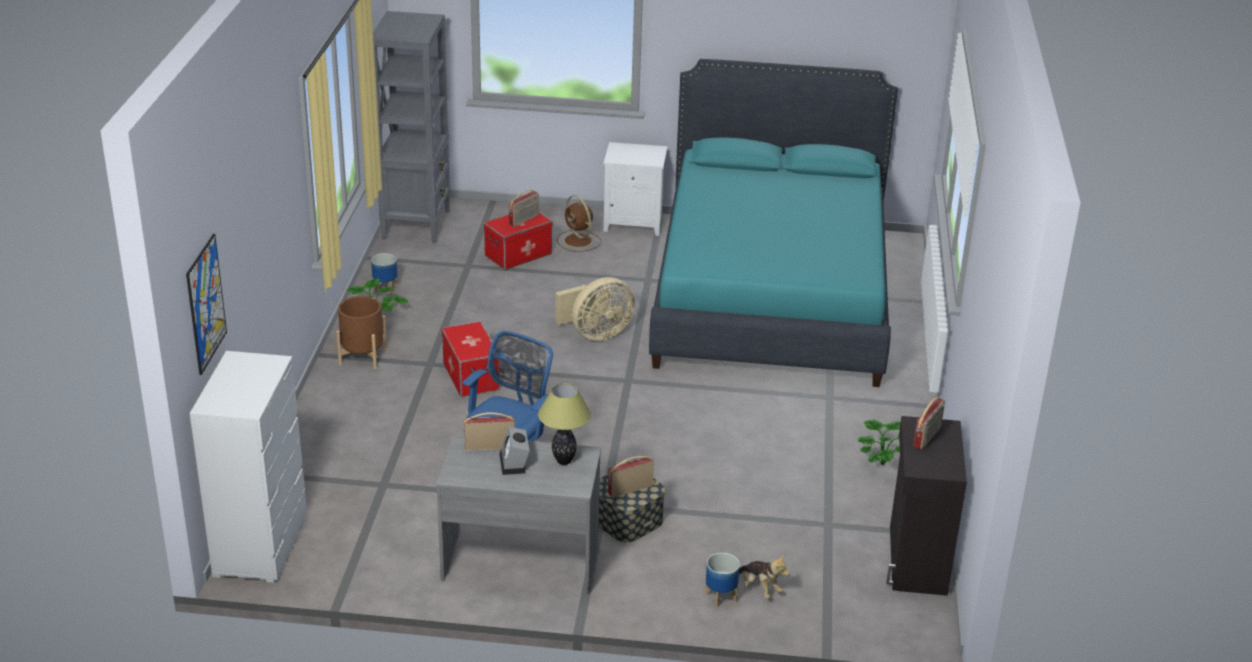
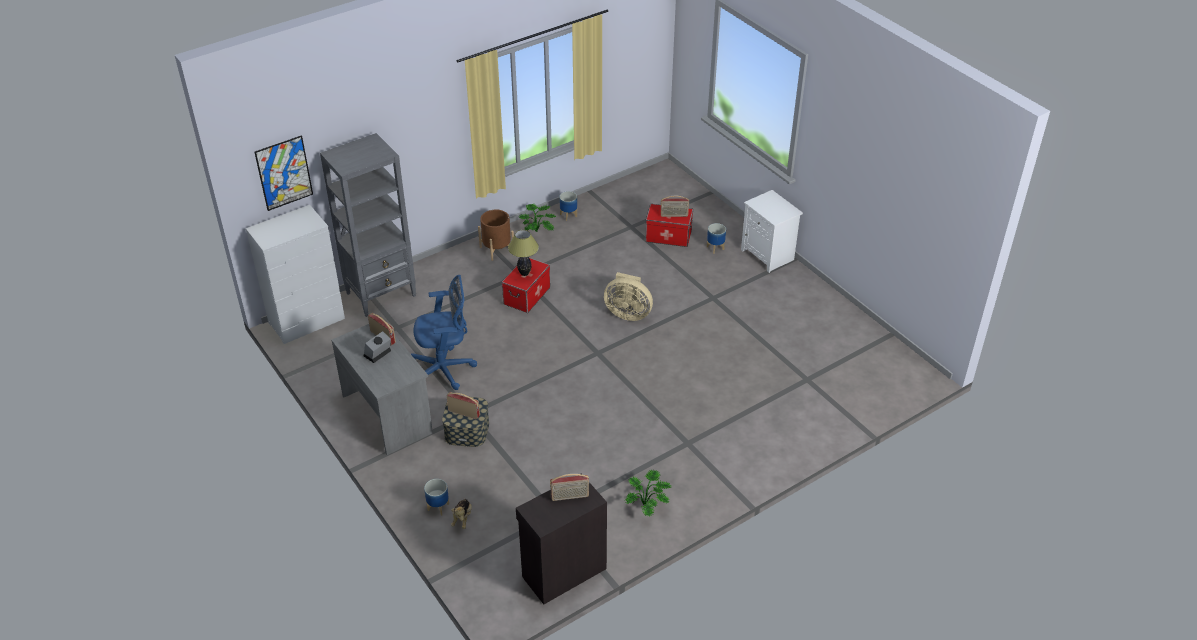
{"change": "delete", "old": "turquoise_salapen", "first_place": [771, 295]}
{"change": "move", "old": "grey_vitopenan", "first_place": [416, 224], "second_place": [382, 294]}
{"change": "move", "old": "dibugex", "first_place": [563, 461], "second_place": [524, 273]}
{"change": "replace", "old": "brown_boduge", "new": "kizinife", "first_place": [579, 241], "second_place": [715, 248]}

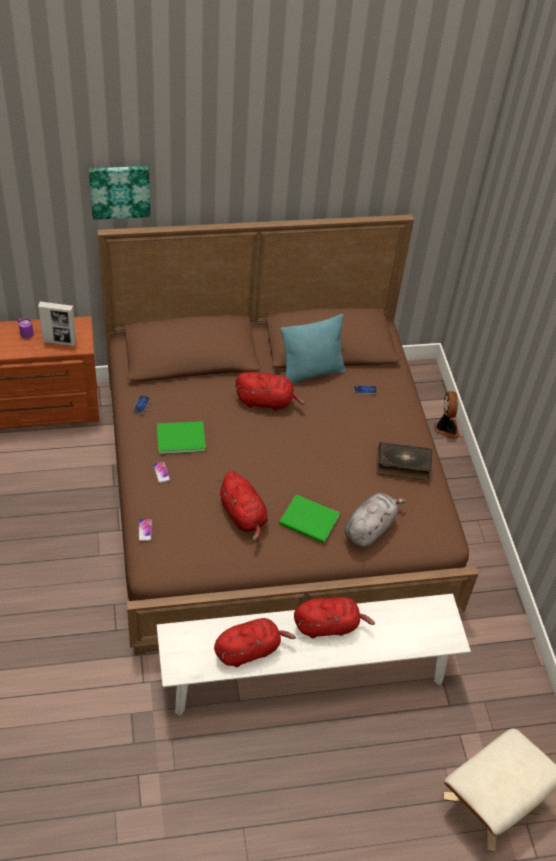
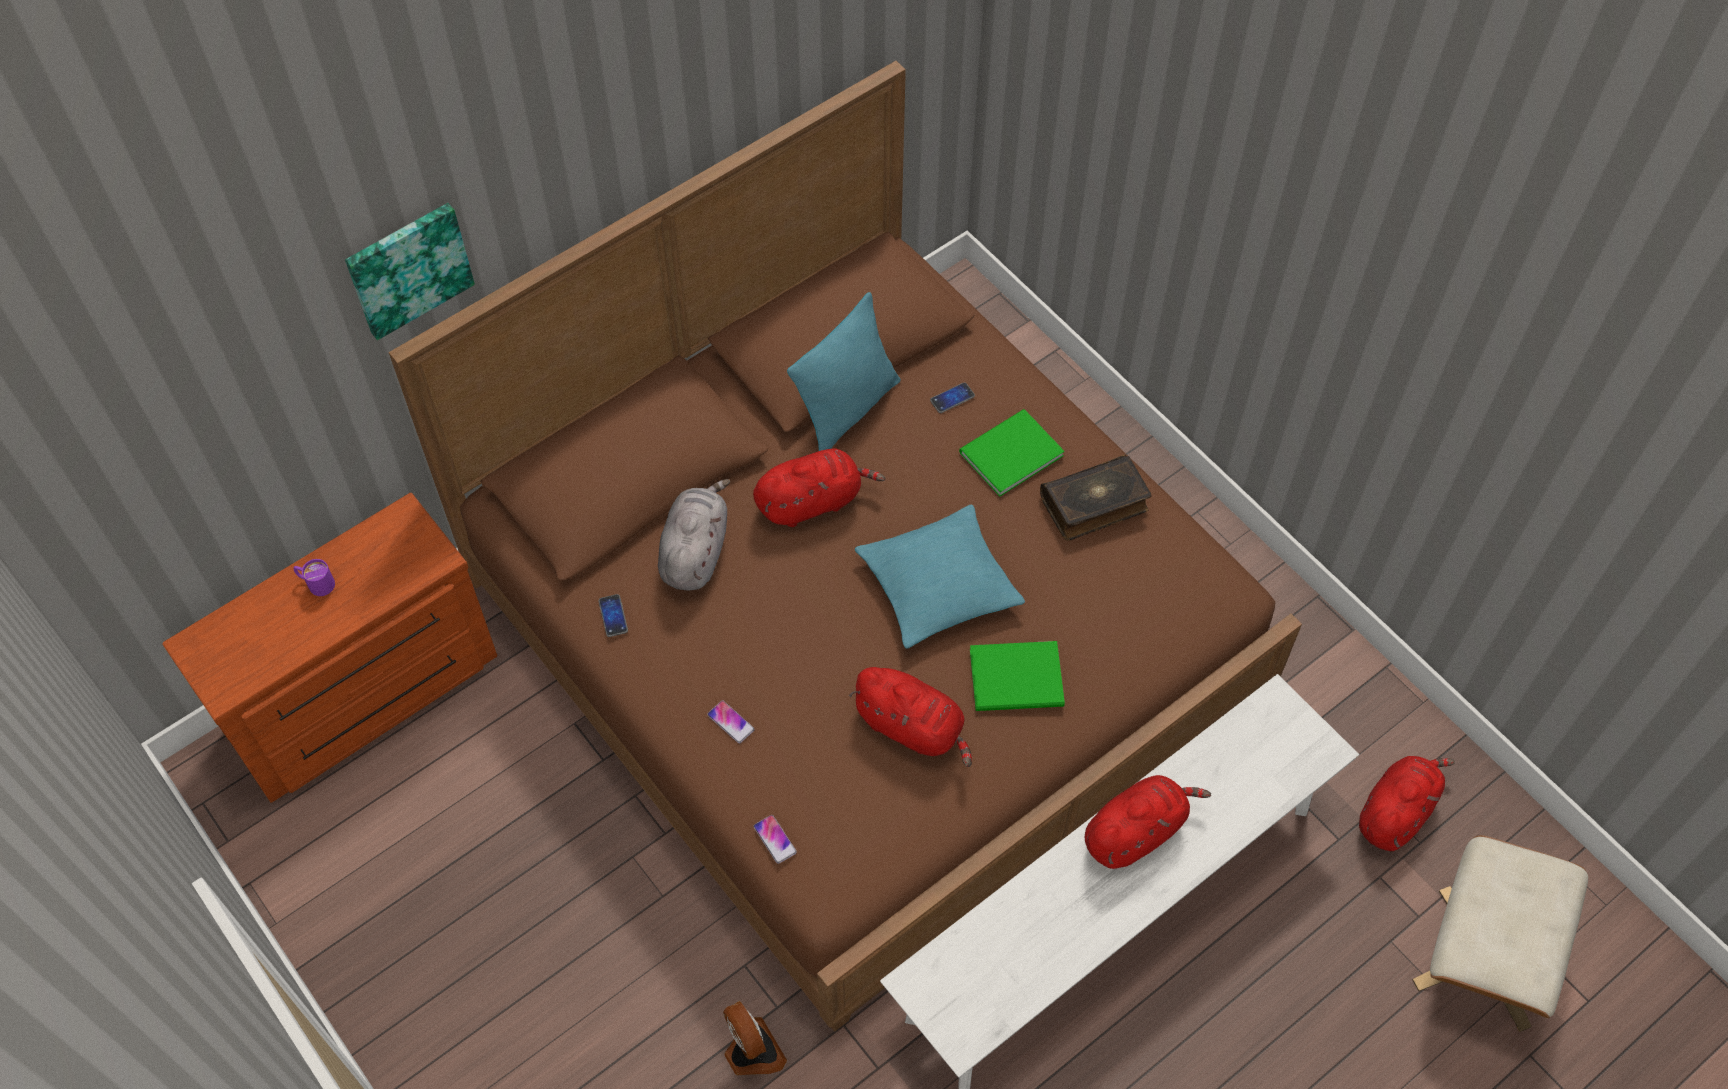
{"change": "delete", "old": "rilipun", "first_place": [59, 342]}
{"change": "insert", "new": "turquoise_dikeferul", "second_place": [938, 585]}
{"change": "move", "old": "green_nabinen", "first_place": [179, 437], "second_place": [1007, 454]}
{"change": "move", "old": "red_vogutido", "first_place": [249, 650], "second_place": [1396, 811]}
{"change": "move", "old": "grey_vogutido", "first_place": [370, 528], "second_place": [695, 551]}
{"change": "move", "old": "boduge", "first_place": [445, 428], "second_place": [752, 1052]}

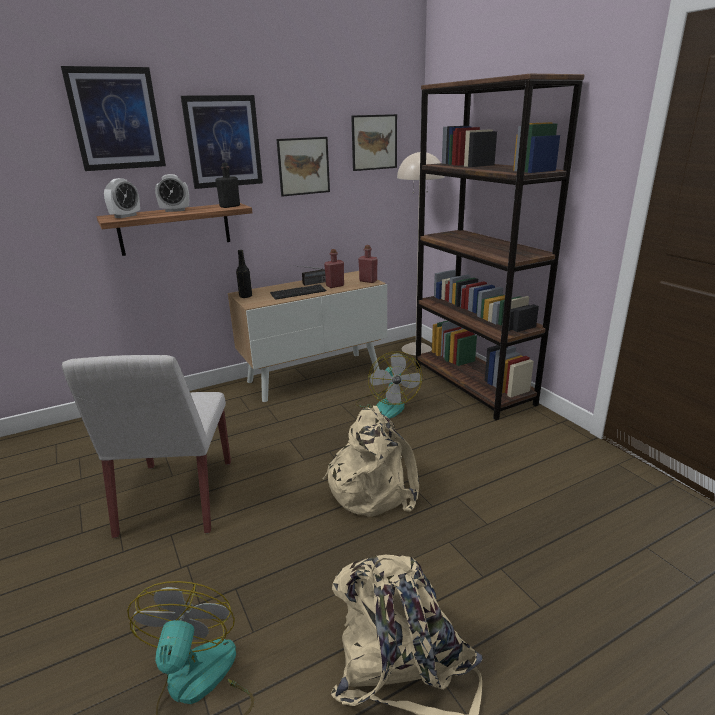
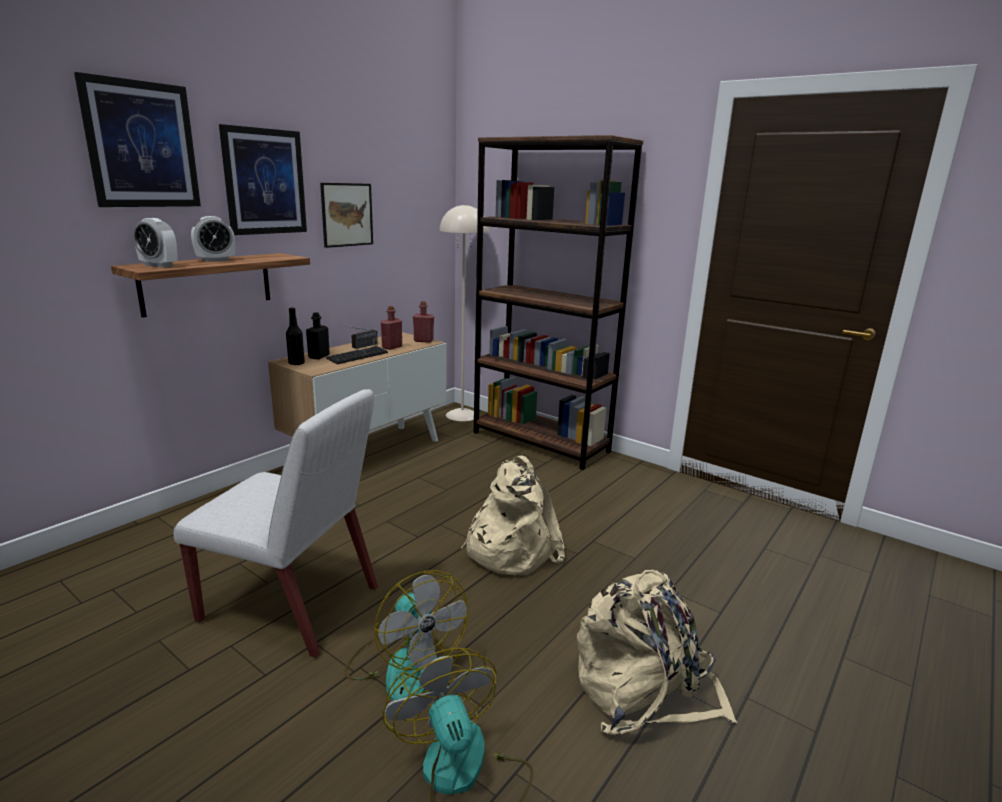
{"change": "delete", "old": "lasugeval", "first_place": [374, 142]}
{"change": "move", "old": "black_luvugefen", "first_place": [230, 206], "second_place": [319, 356]}
{"change": "move", "old": "boduge", "first_place": [386, 405], "second_place": [404, 664]}
{"change": "rotate", "old": "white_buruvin", "first_place": [176, 498], "second_place": [292, 605], "degrees": -45}
{"change": "rotate", "old": "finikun", "first_place": [125, 216], "second_place": [159, 265], "degrees": 105}

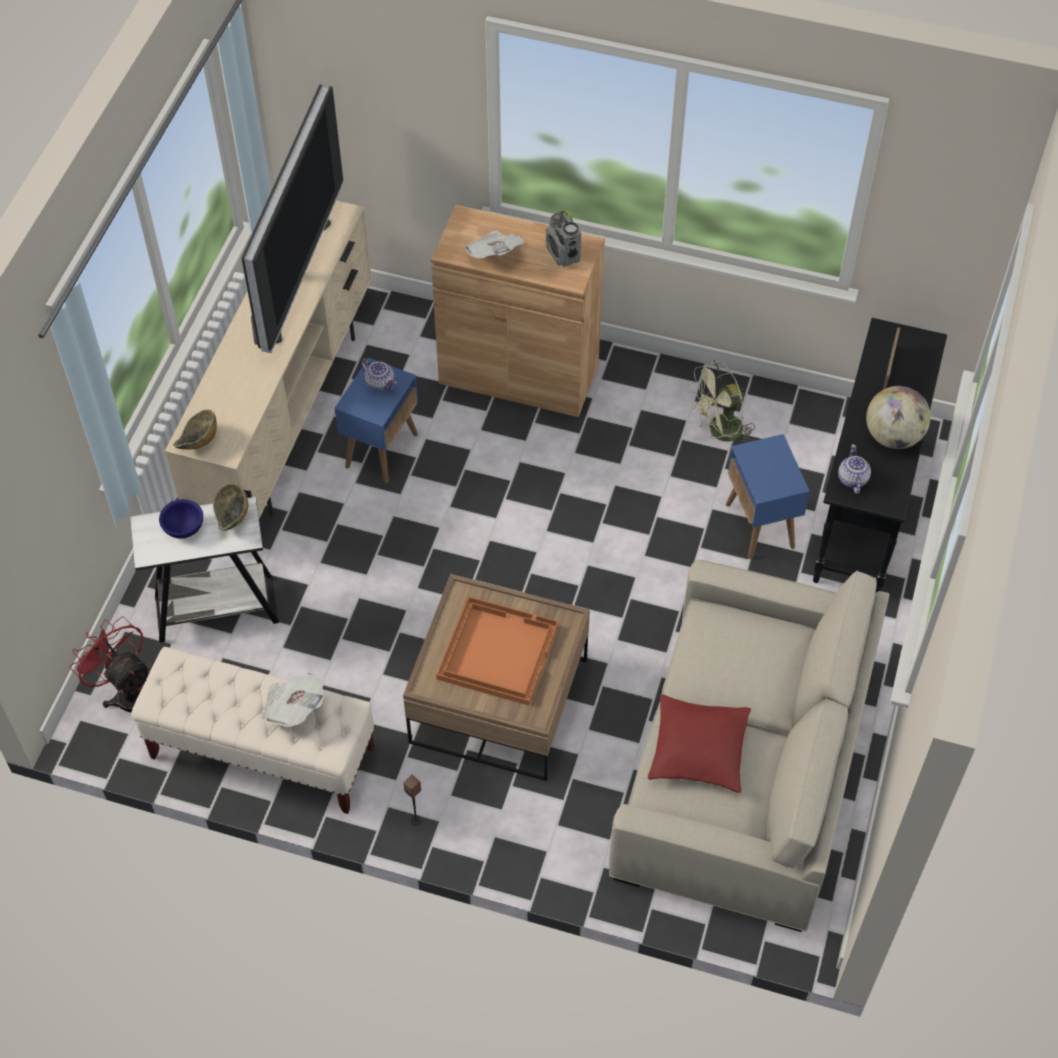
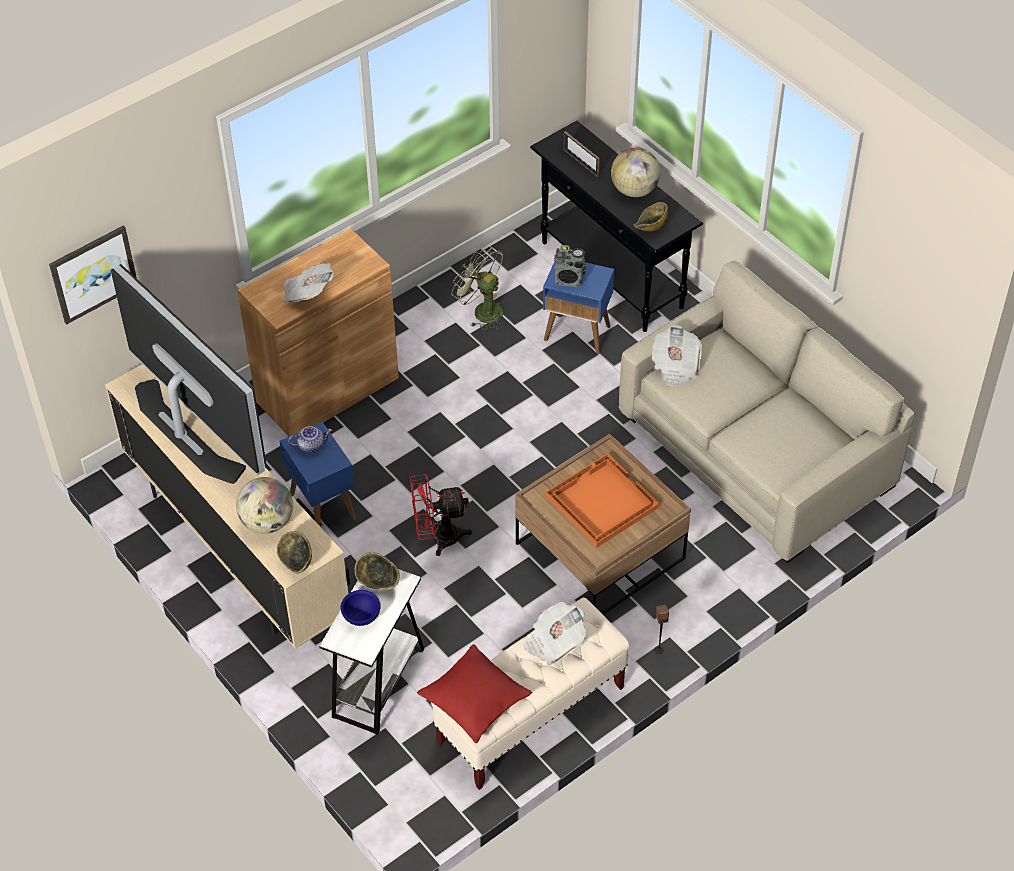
{"change": "insert", "new": "lasugeval", "second_place": [93, 273]}
{"change": "insert", "new": "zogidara", "second_place": [267, 522]}
{"change": "insert", "new": "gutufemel", "second_place": [675, 366]}
{"change": "move", "old": "red_boduge", "first_place": [127, 693], "second_place": [438, 537]}
{"change": "move", "old": "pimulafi", "first_place": [563, 255], "second_place": [569, 280]}
{"change": "move", "old": "red_dikeferul", "first_place": [698, 749], "second_place": [475, 699]}
{"change": "replace", "old": "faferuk", "new": "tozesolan", "first_place": [851, 479], "second_place": [650, 228]}
{"change": "rotate", "old": "green_boduge", "first_place": [719, 432], "second_place": [482, 310], "degrees": 120}

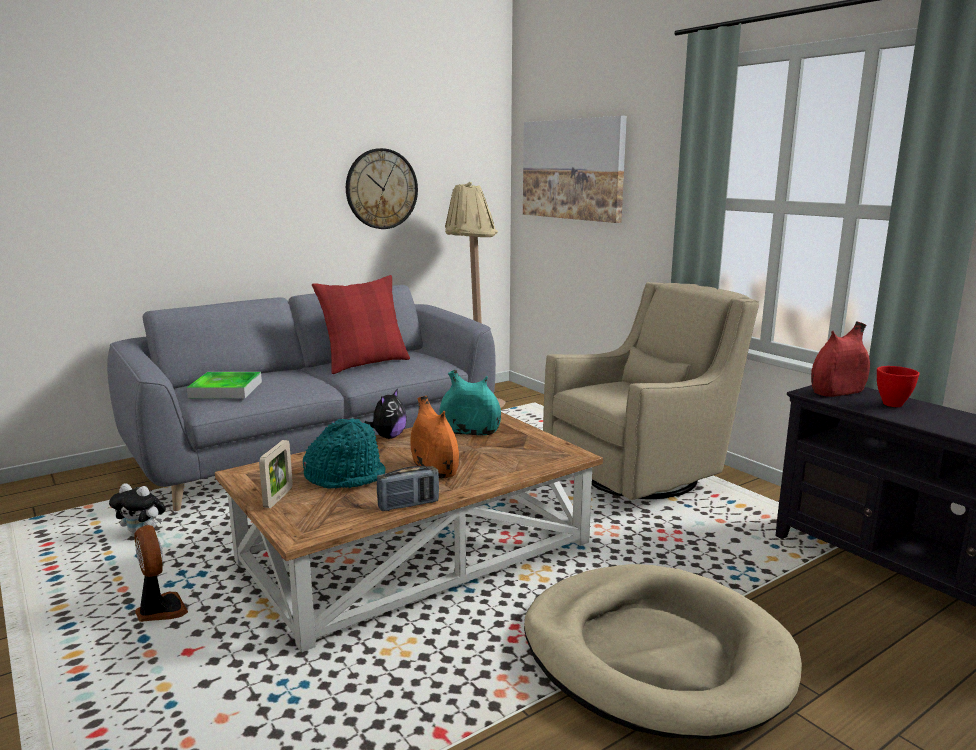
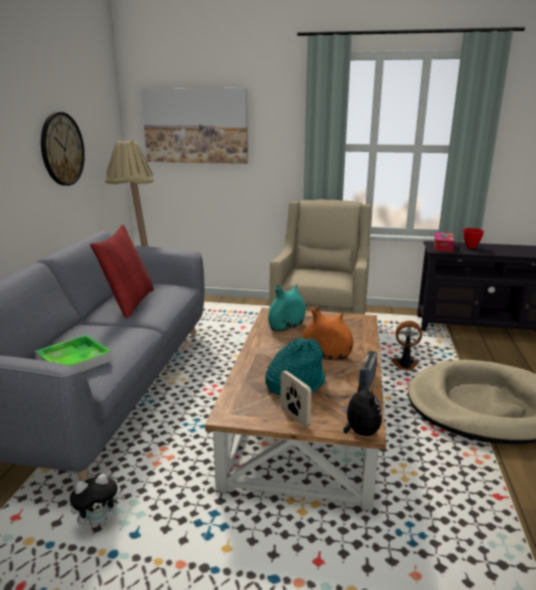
{"change": "move", "old": "boduge", "first_place": [160, 610], "second_place": [405, 365]}
{"change": "move", "old": "vogutido", "first_place": [388, 437], "second_place": [360, 432]}
{"change": "replace", "old": "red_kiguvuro", "new": "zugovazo", "first_place": [837, 392], "second_place": [443, 247]}

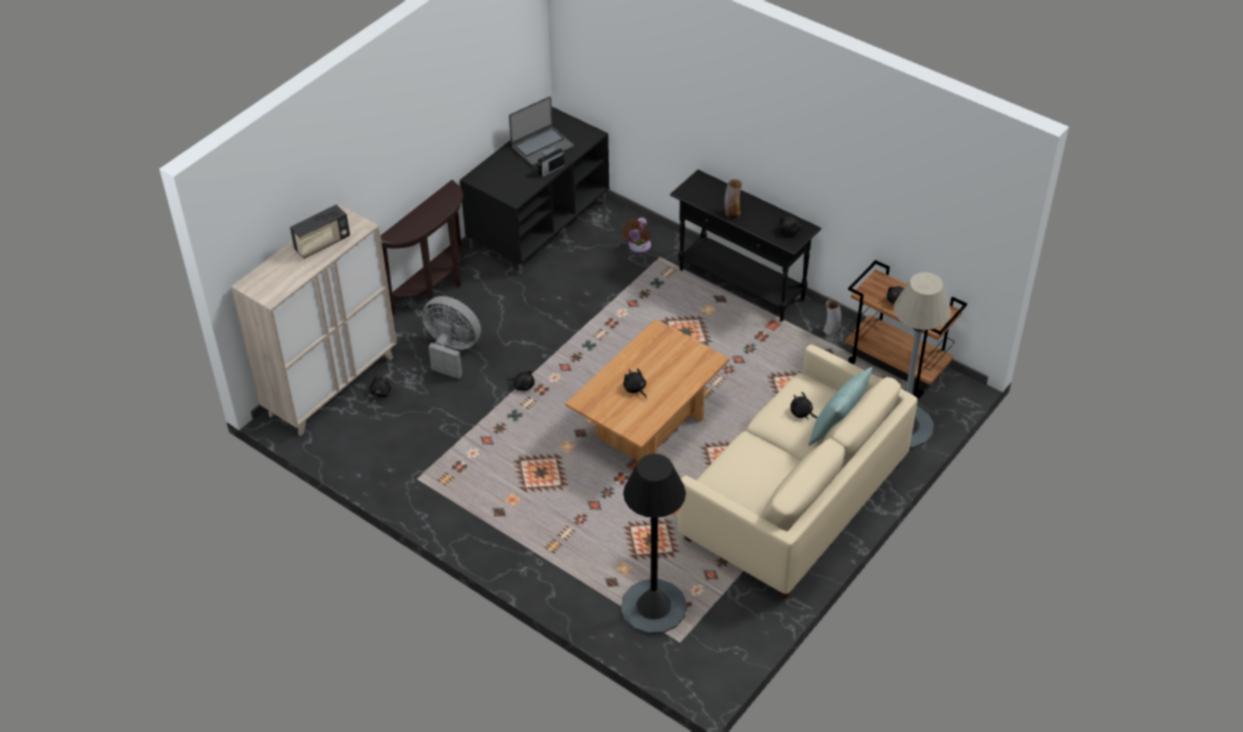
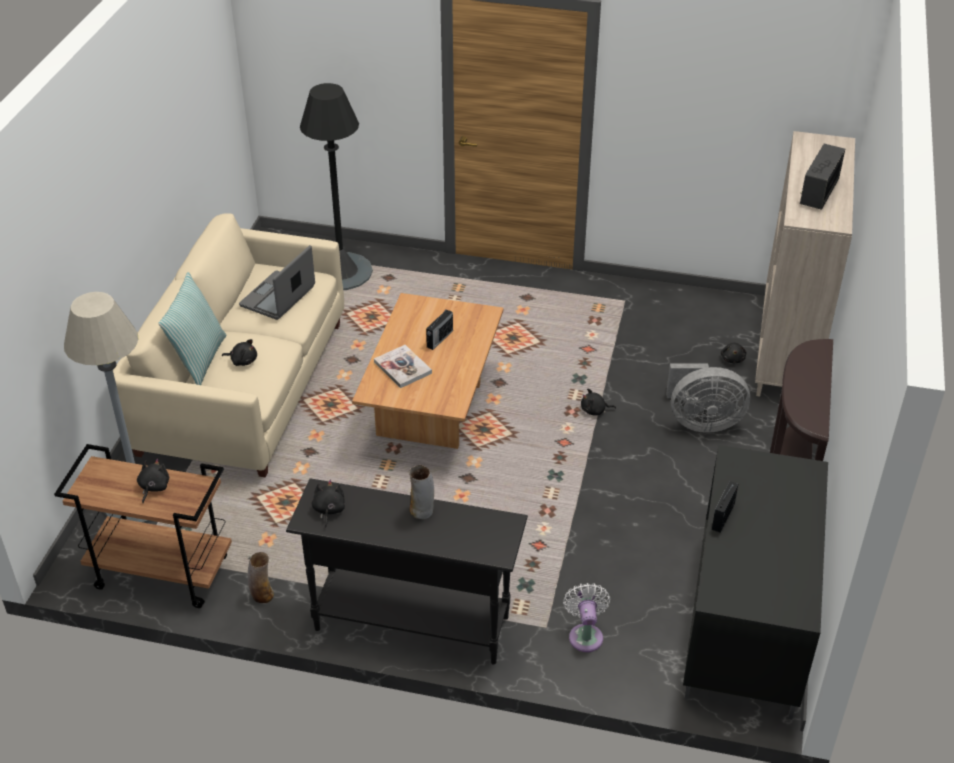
{"change": "insert", "new": "nabinen", "second_place": [402, 368]}
{"change": "move", "old": "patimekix", "first_place": [542, 147], "second_place": [278, 297]}
{"change": "replace", "old": "black_vogutido", "new": "pimulafi", "first_place": [635, 389], "second_place": [439, 339]}
{"change": "recolor", "old": "brown_boduge", "new": "white_boduge", "first_place": [638, 247], "second_place": [585, 634]}

